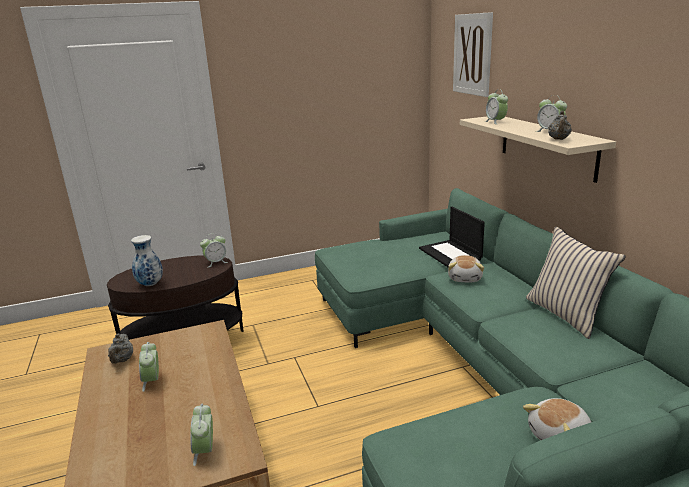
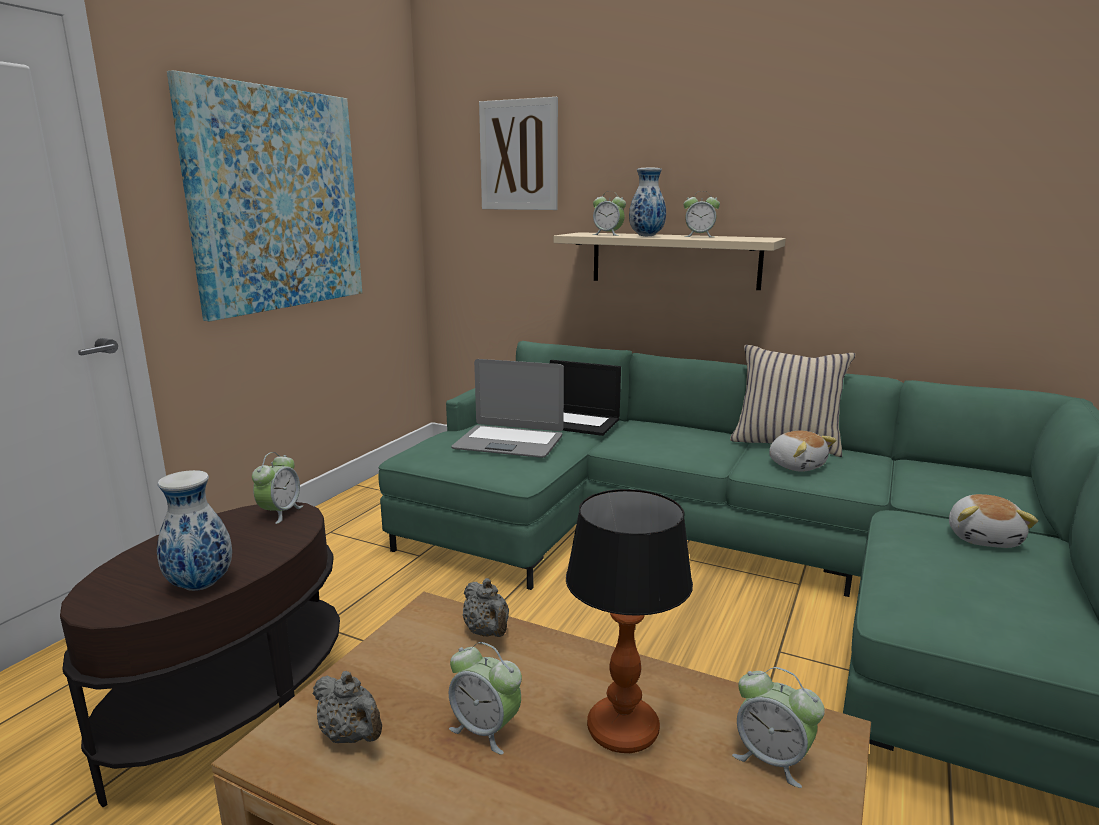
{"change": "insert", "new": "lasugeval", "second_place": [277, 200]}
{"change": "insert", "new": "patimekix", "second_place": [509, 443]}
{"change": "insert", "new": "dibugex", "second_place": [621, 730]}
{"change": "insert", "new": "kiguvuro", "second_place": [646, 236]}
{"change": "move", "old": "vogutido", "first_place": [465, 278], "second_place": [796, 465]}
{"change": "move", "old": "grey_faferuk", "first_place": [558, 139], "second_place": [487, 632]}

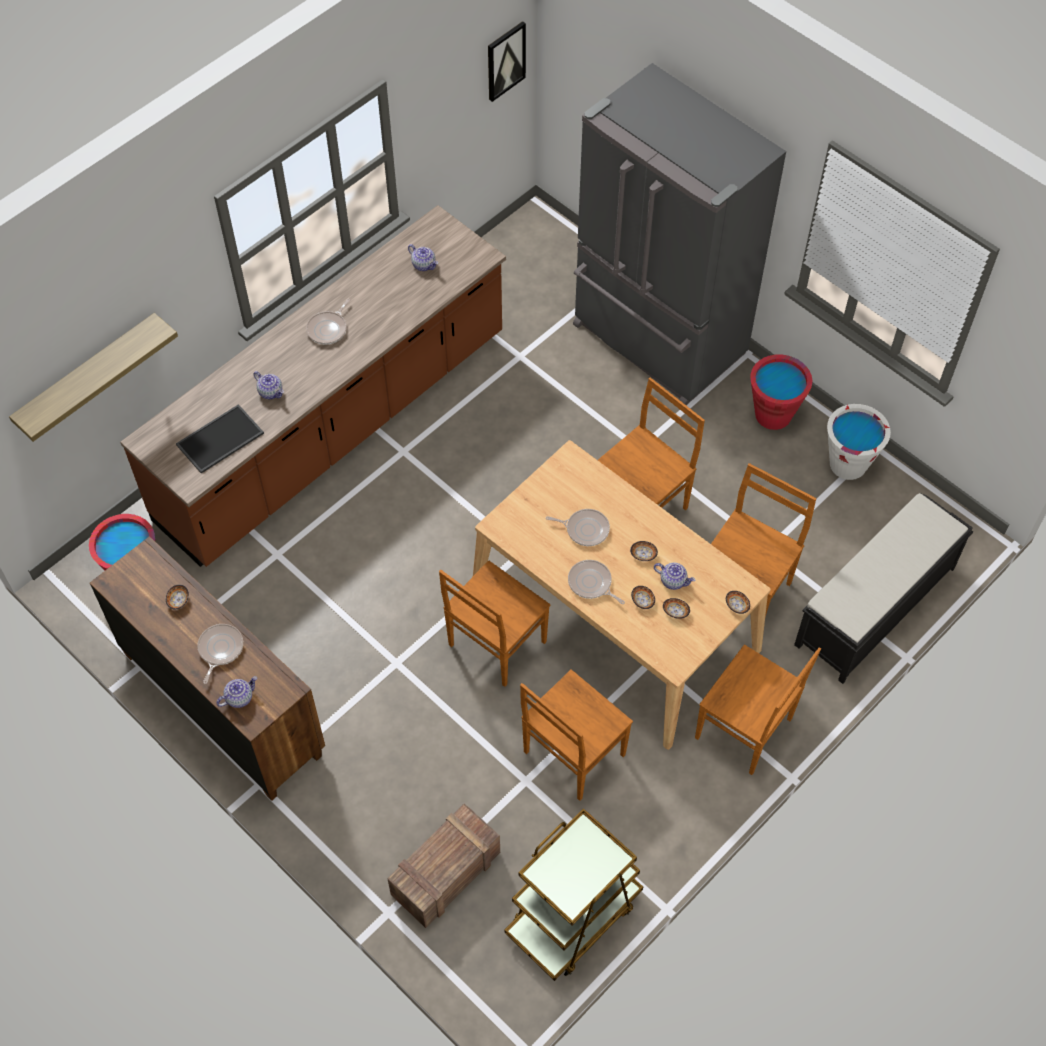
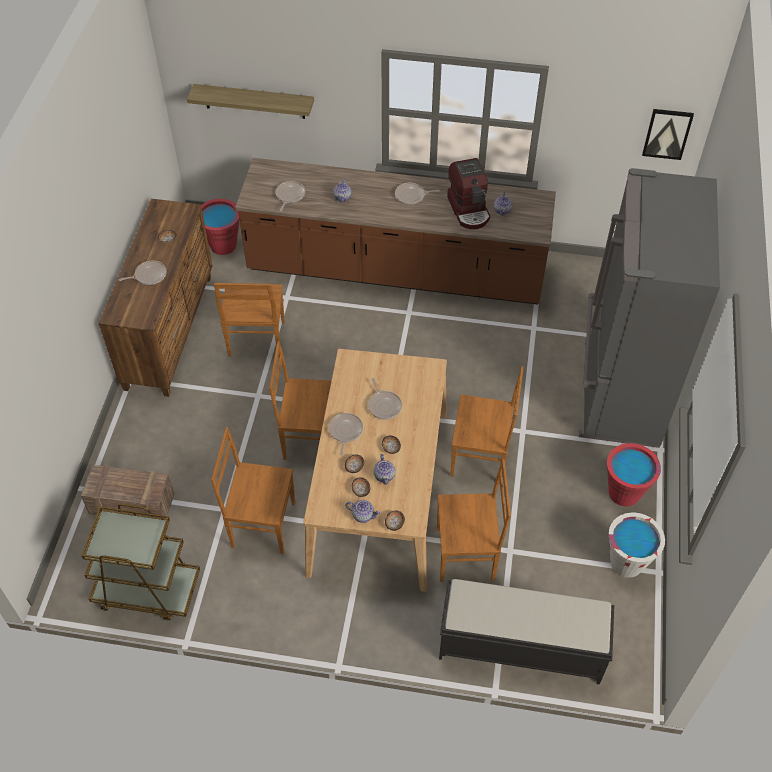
{"change": "insert", "new": "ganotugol", "second_place": [469, 209]}
{"change": "move", "old": "faferuk", "first_place": [239, 697], "second_place": [363, 515]}
{"change": "move", "old": "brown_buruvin", "first_place": [746, 730], "second_place": [256, 340]}
{"change": "replace", "old": "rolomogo", "new": "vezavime", "first_place": [220, 440], "second_place": [289, 195]}

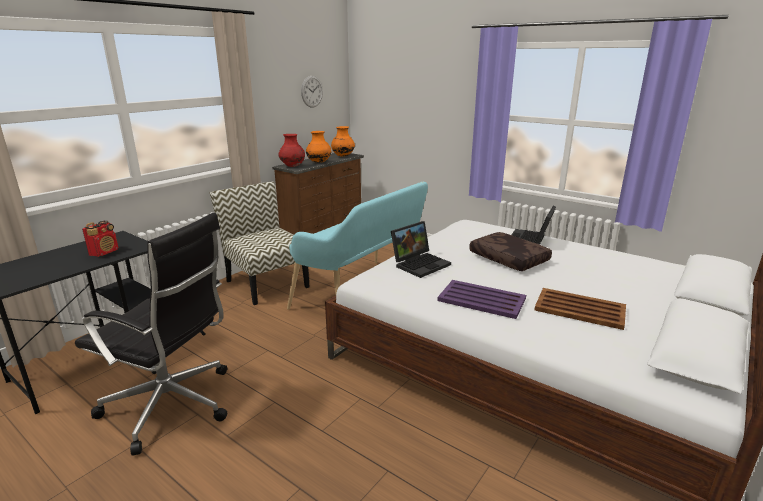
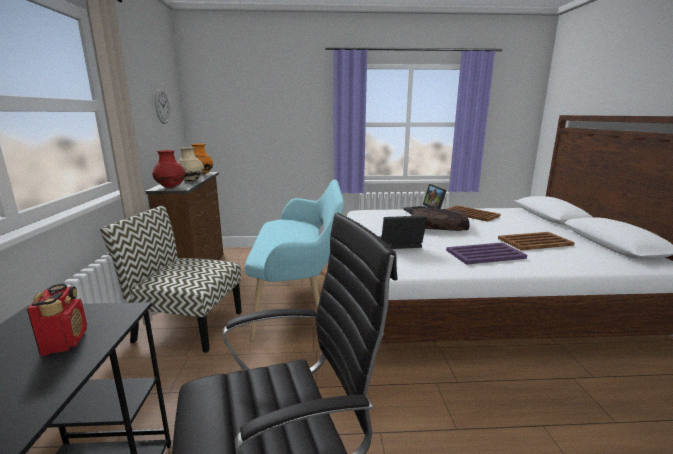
{"change": "insert", "new": "brown_rolomogo", "second_place": [471, 214]}
{"change": "recolor", "old": "orange_kiguvuro", "new": "beige_kiguvuro", "first_place": [319, 162], "second_place": [191, 181]}
{"change": "rotate", "old": "patimekix", "first_place": [420, 264], "second_place": [397, 245], "degrees": -105}

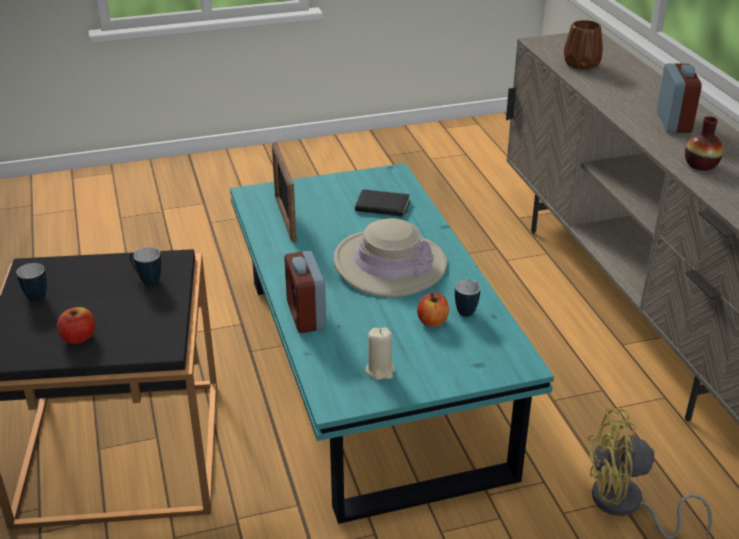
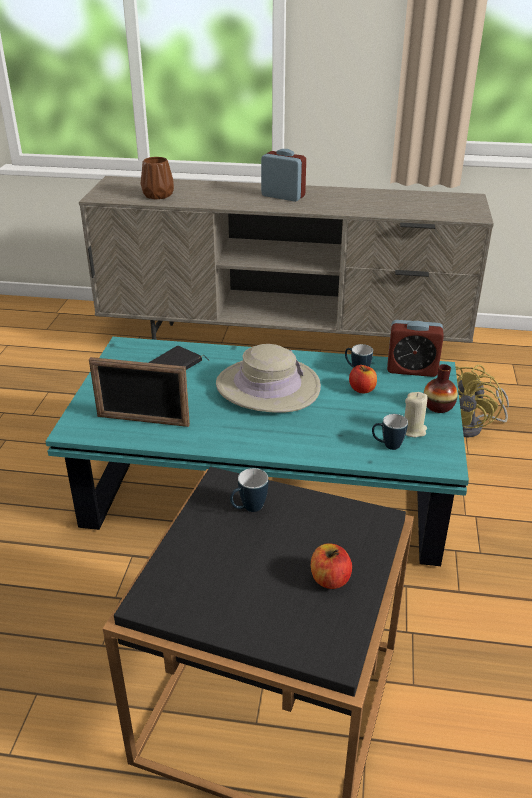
{"change": "move", "old": "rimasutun", "first_place": [36, 295], "second_place": [387, 445]}
{"change": "move", "old": "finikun", "first_place": [306, 315], "second_place": [412, 369]}
{"change": "move", "old": "kiguvuro", "first_place": [701, 164], "second_place": [438, 406]}

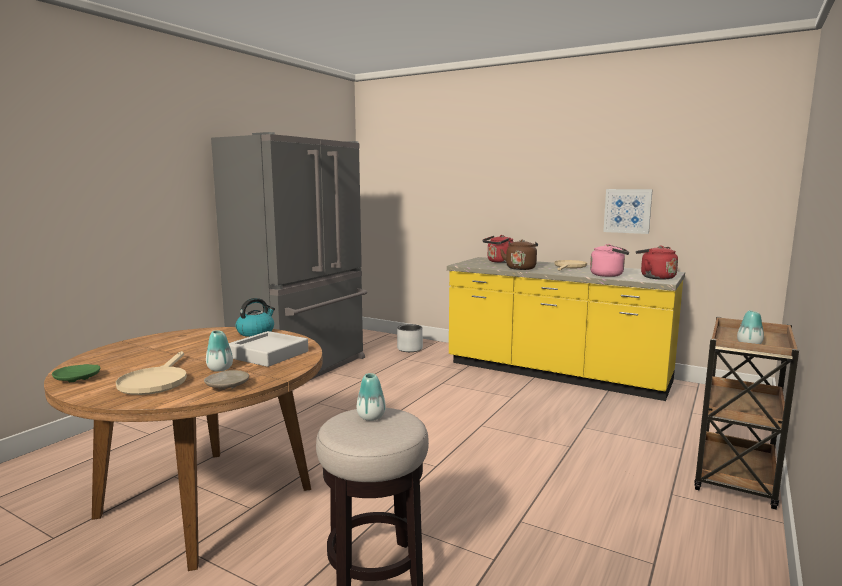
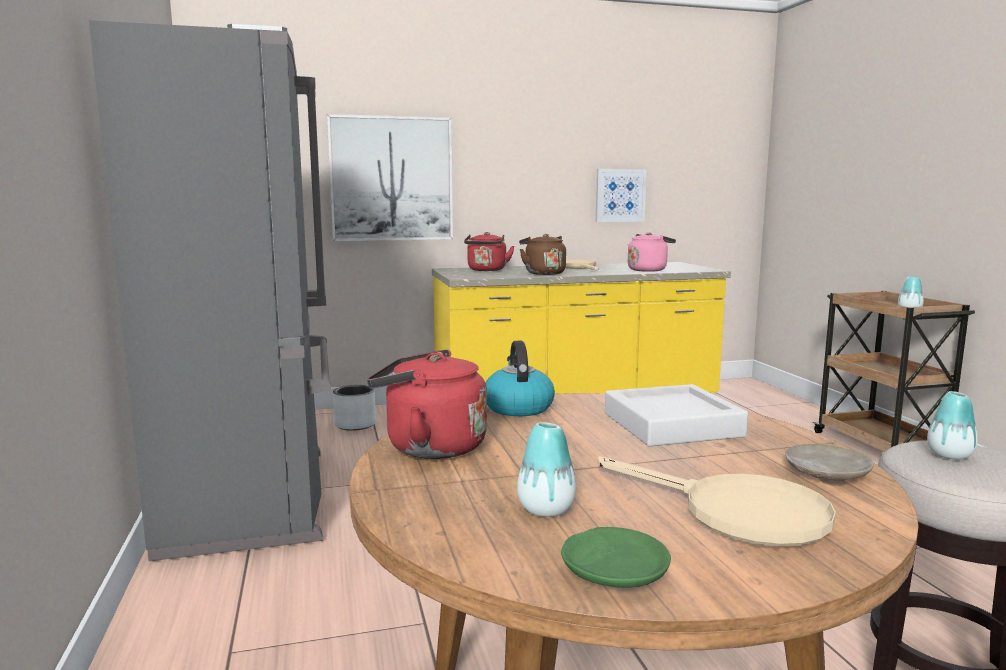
{"change": "insert", "new": "lasugeval", "second_place": [391, 179]}
{"change": "move", "old": "kiguvuro", "first_place": [220, 369], "second_place": [546, 509]}
{"change": "move", "old": "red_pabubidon", "first_place": [655, 277], "second_place": [429, 447]}

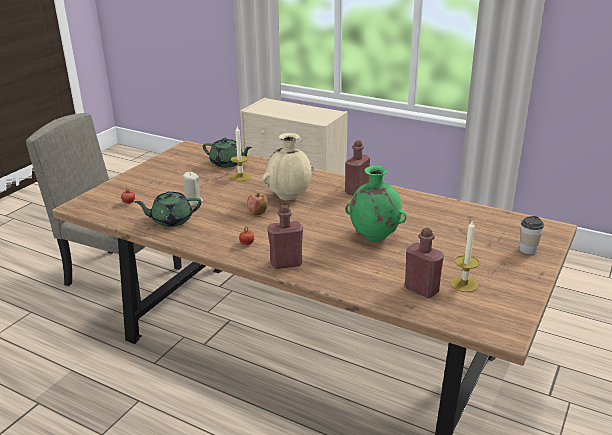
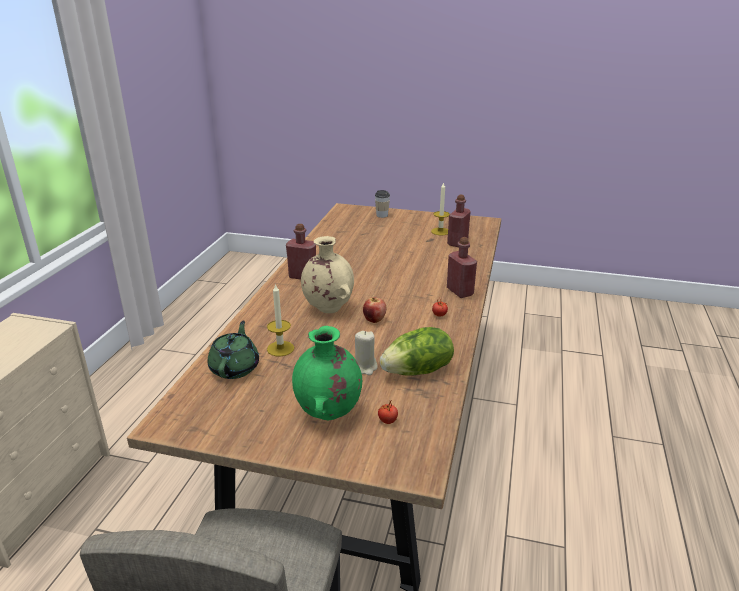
{"change": "move", "old": "green_kiguvuro", "first_place": [374, 237], "second_place": [328, 414]}
{"change": "replace", "old": "green_faferuk", "new": "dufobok", "first_place": [171, 220], "second_place": [418, 371]}

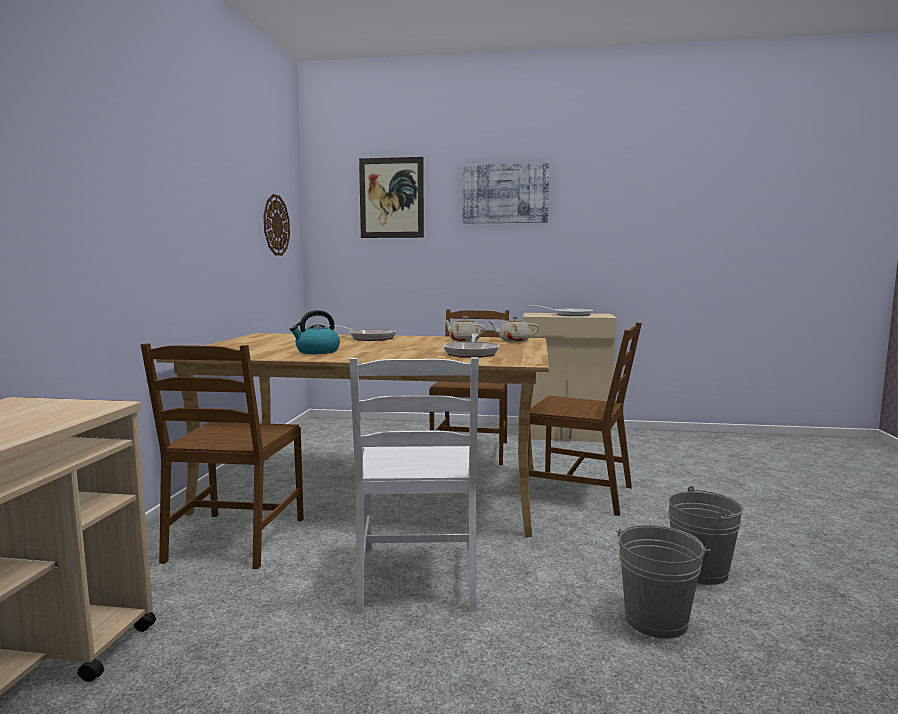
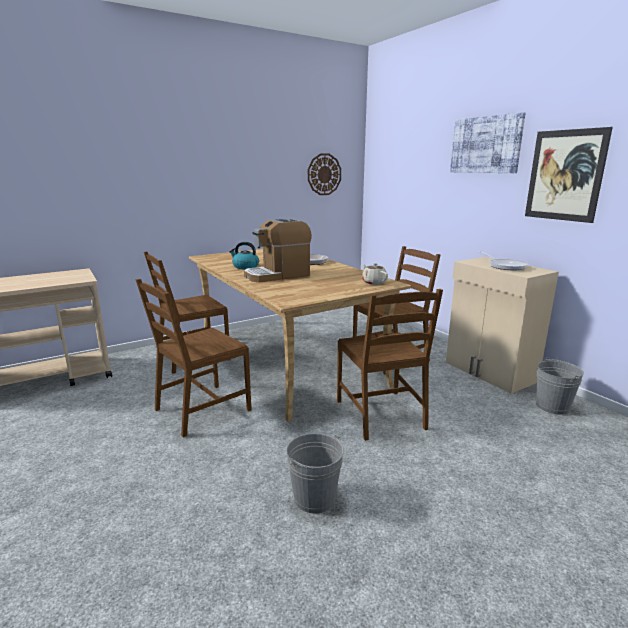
{"change": "delete", "old": "beige_faferuk", "first_place": [464, 341]}
{"change": "delete", "old": "vezavime", "first_place": [471, 353]}
{"change": "insert", "new": "ganotugol", "second_place": [277, 275]}
{"change": "move", "old": "lasugeval", "first_place": [391, 198], "second_place": [565, 175]}
{"change": "move", "old": "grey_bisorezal", "first_place": [656, 620], "second_place": [552, 406]}
{"change": "recolor", "old": "white_buruvin", "new": "brown_buruvin", "first_place": [418, 578], "second_place": [202, 409]}

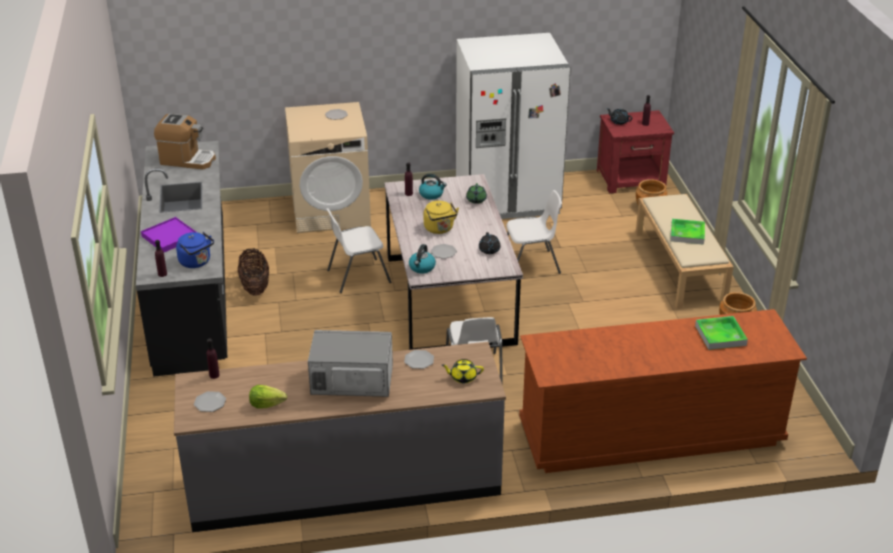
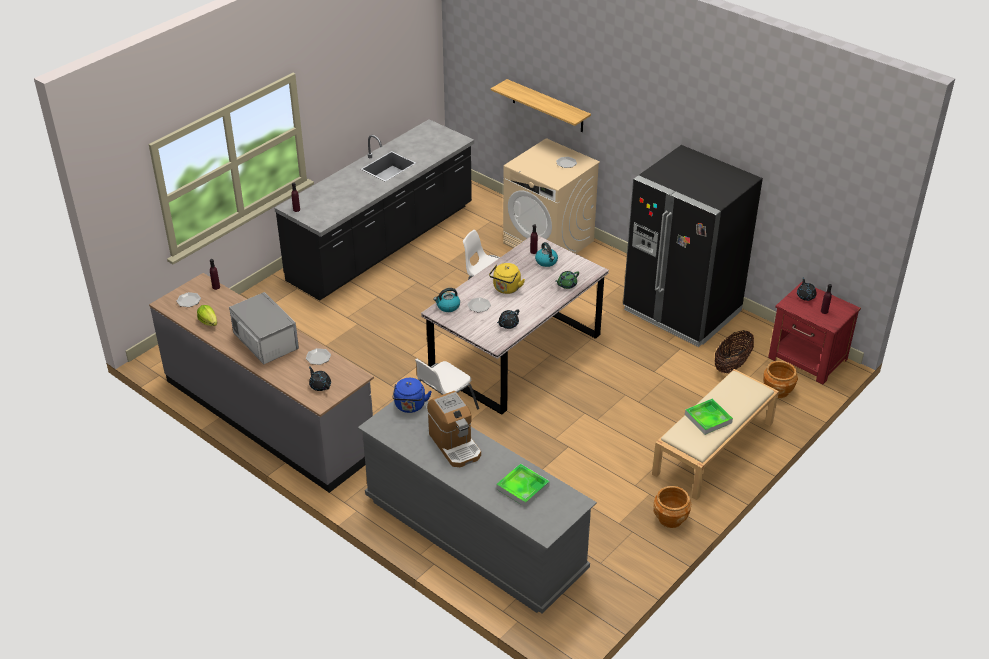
{"change": "delete", "old": "purple_rolomogo", "first_place": [169, 237]}
{"change": "delete", "old": "white_buruvin", "first_place": [531, 265]}
{"change": "insert", "new": "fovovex", "second_place": [547, 106]}
{"change": "move", "old": "ganotugol", "first_place": [187, 160], "second_place": [455, 445]}
{"change": "move", "old": "blue_pabubidon", "first_place": [196, 262], "second_place": [410, 406]}
{"change": "move", "old": "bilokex", "first_place": [255, 287], "second_place": [731, 365]}
{"change": "recolor", "old": "yellow_faferuk", "new": "black_faferuk", "first_place": [463, 377], "second_place": [320, 385]}
{"change": "recolor", "old": "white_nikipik", "new": "black_nikipik", "first_place": [507, 199], "second_place": [681, 311]}
{"change": "recolor", "old": "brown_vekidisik", "new": "grey_vekidisik", "first_place": [650, 433], "second_place": [474, 535]}

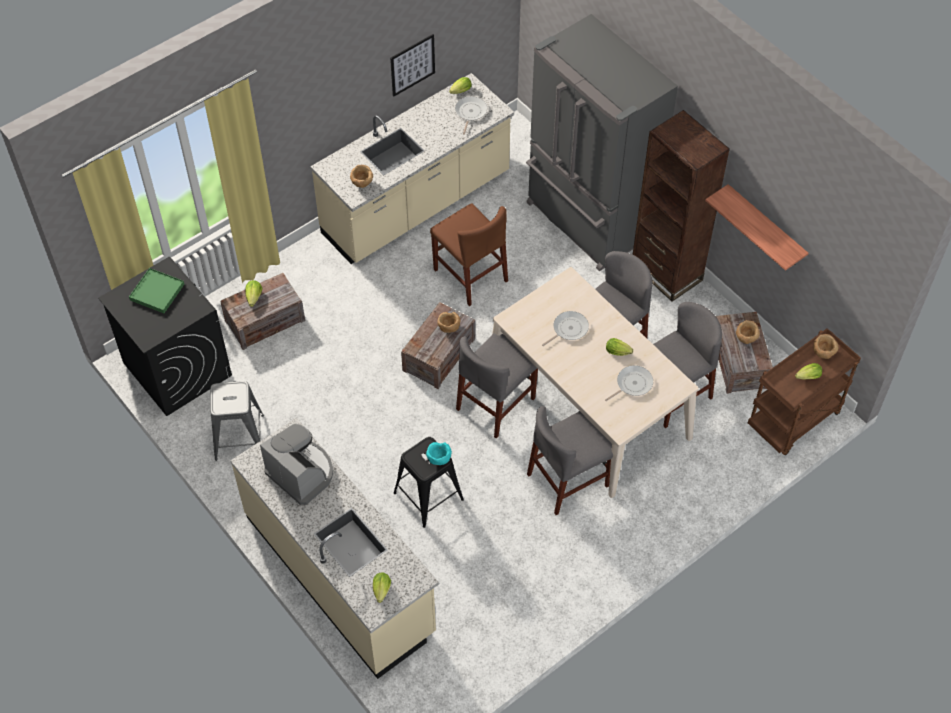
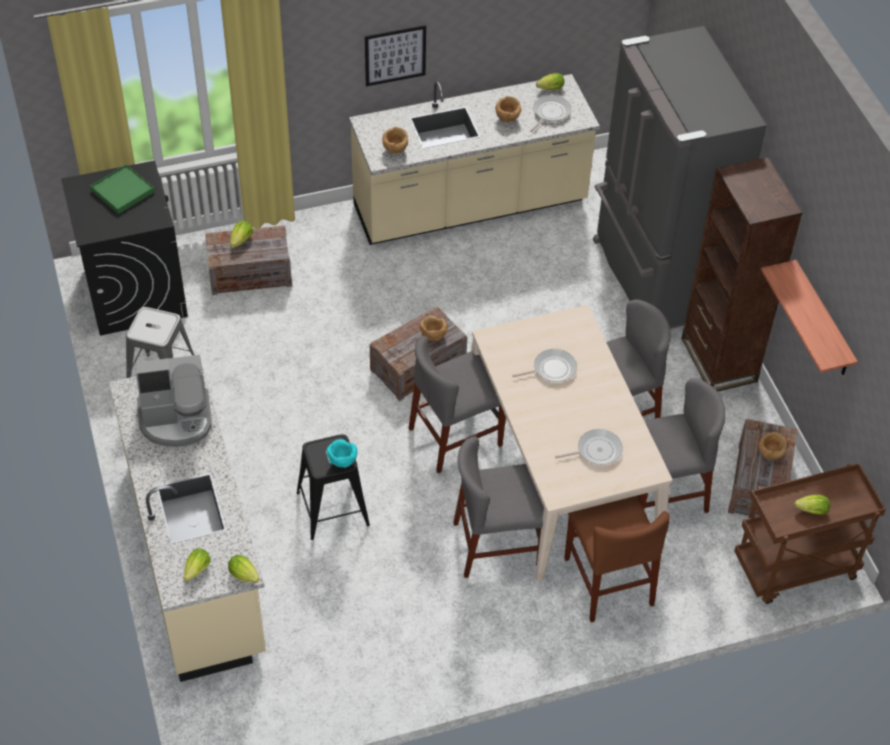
{"change": "move", "old": "lasugeval", "first_place": [412, 65], "second_place": [395, 55]}
{"change": "move", "old": "brown_buruvin", "first_place": [470, 275], "second_place": [608, 581]}
{"change": "move", "old": "dufobok", "first_place": [619, 352], "second_place": [245, 576]}
{"change": "move", "old": "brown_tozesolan", "first_place": [823, 353], "second_place": [507, 118]}
{"change": "rotate", "old": "ganotugol", "first_place": [301, 473], "second_place": [176, 419], "degrees": 105}

